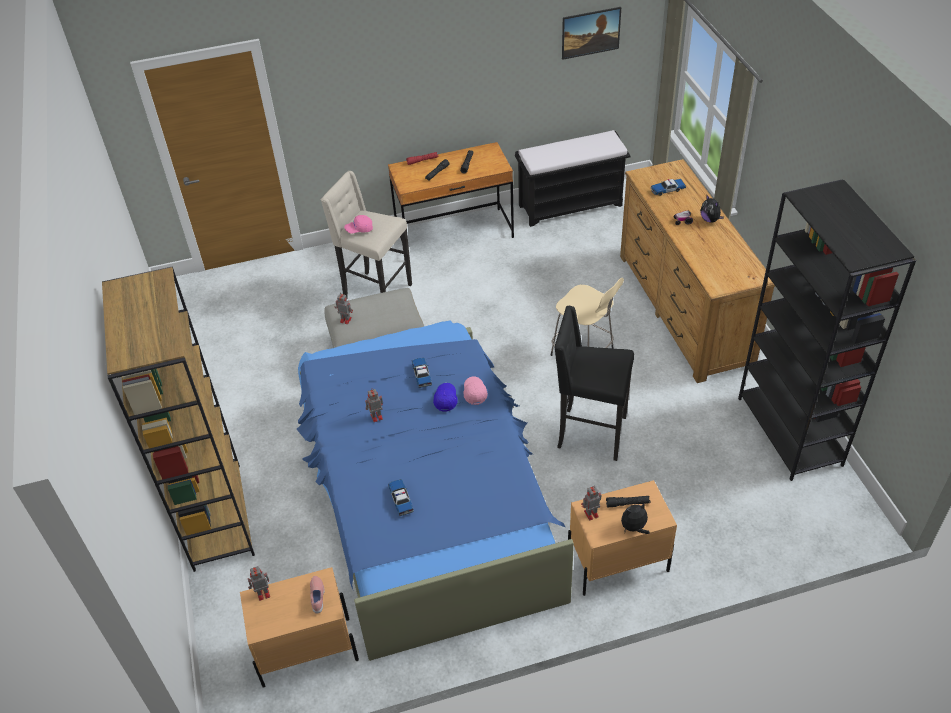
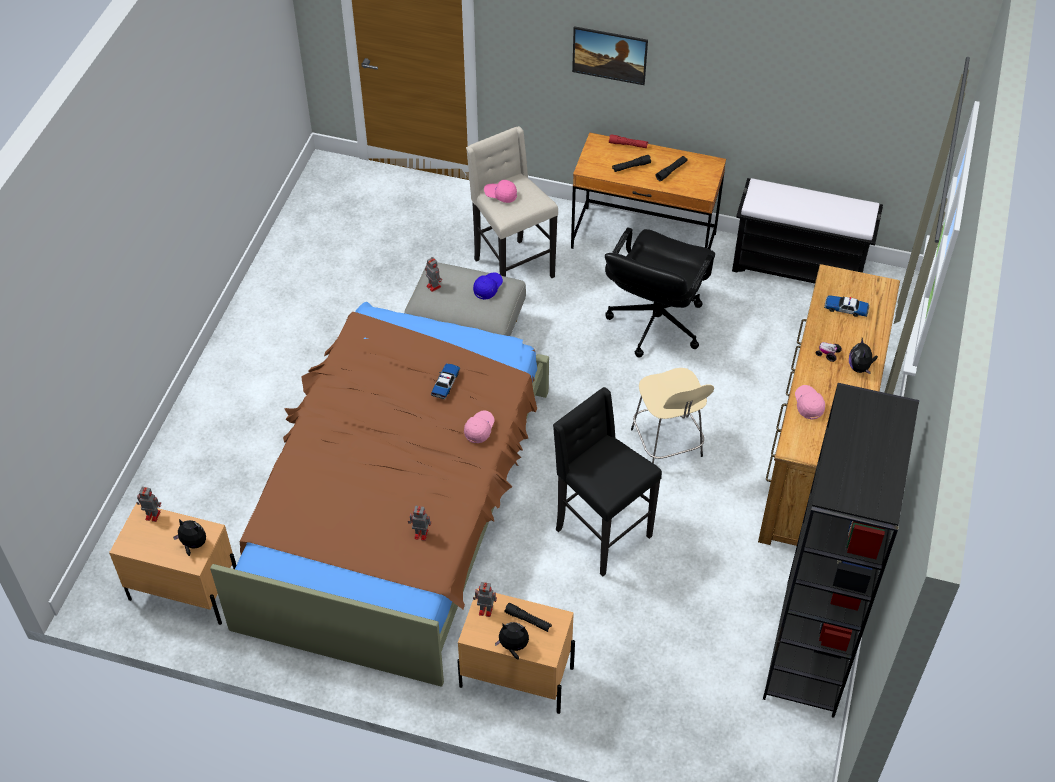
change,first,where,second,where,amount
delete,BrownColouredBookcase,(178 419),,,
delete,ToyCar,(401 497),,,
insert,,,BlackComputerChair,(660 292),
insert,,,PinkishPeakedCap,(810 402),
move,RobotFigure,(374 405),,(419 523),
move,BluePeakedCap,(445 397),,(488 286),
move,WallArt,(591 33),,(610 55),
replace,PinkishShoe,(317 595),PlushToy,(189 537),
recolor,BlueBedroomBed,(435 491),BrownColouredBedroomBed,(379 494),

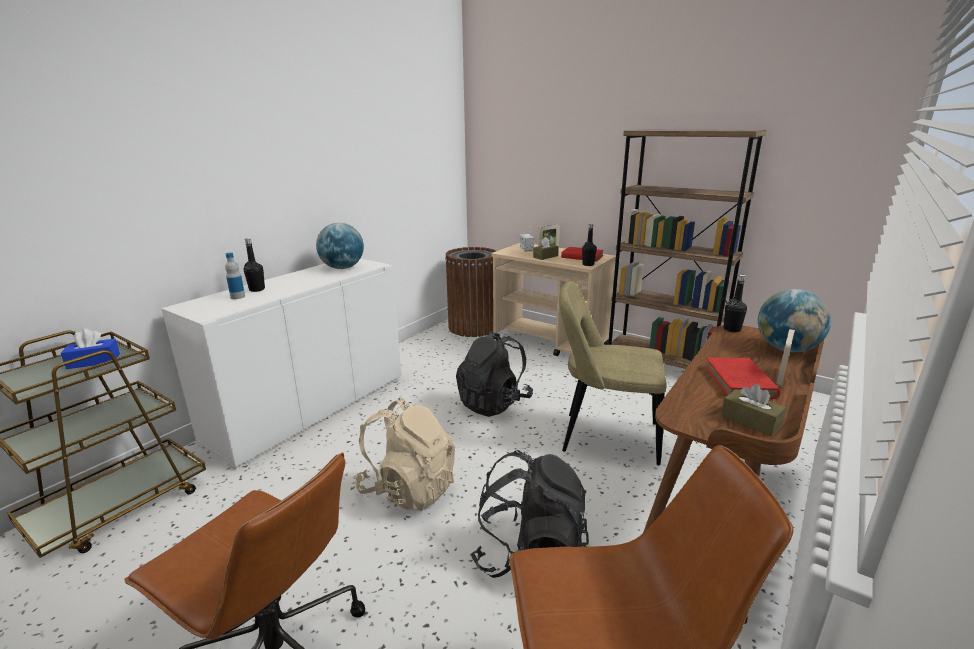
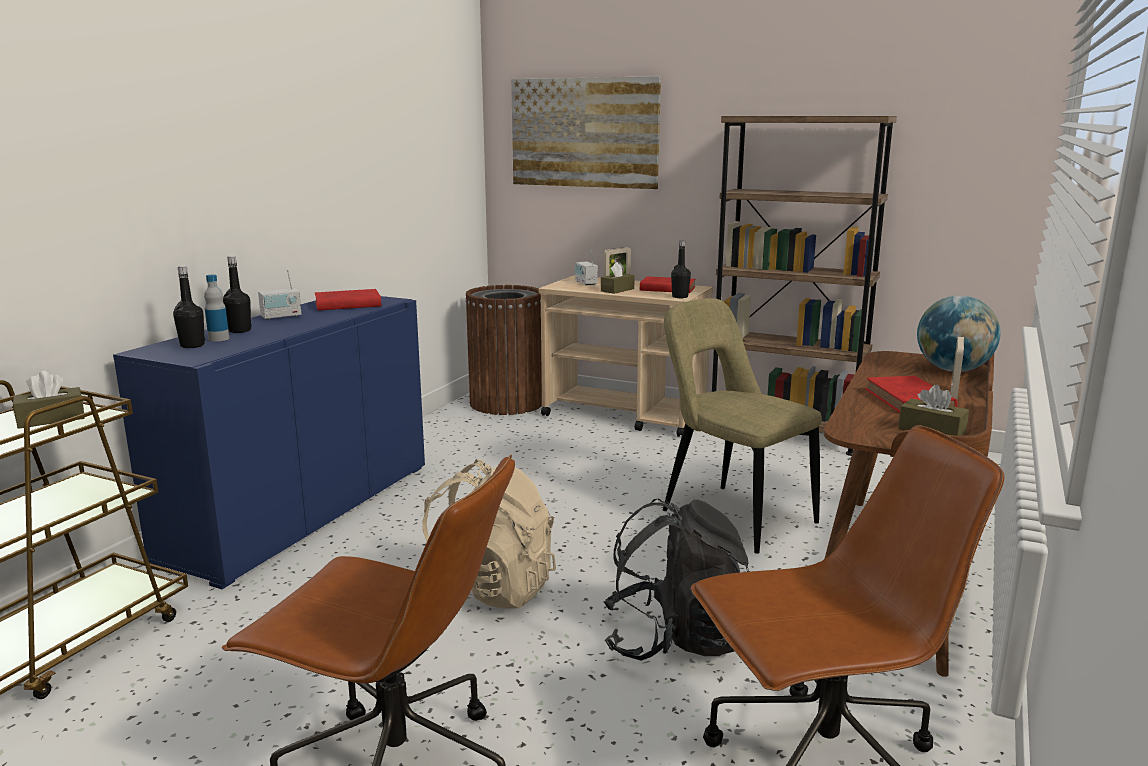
change,first,where,second,where,amount
delete,BlackKnapsack,(494 374),,,
insert,,,RadioReceiver,(279 295),
insert,,,WallArt,(586 132),
move,BlackDrinkBottle,(735 303),,(189 307),
replace,WorldGlobe,(340 246),RedVolume,(348 300),
recolor,BlueBoxOfTissues,(90 349),BrownColouredBoxOfTissues,(49 400),
recolor,WhitishStorageCabinet,(281 364),BlueStorageCabinet,(269 442),
rotate,BeigeColouredPlainChair,(613 373),,(742 426),45 degrees clockwise

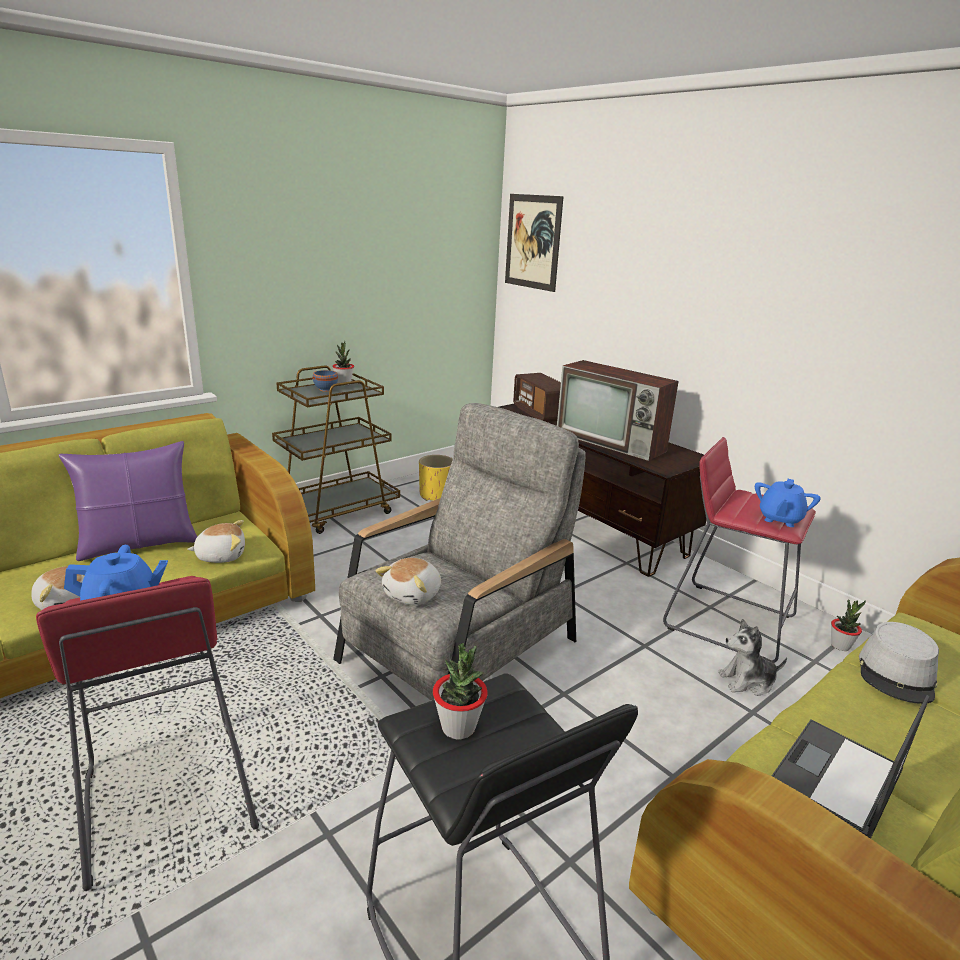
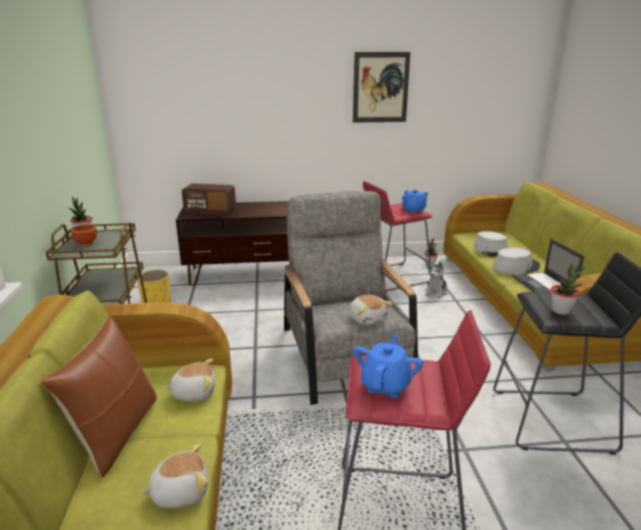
change,first,where,second,where,amount
delete,Television,(618 410),,,
insert,,,GreyishClothingHat,(516 260),
move,WallArt,(534 243),,(381 87),
recolor,PurpleCushion,(128 501),BrownColouredCushion,(98 396),
recolor,BlueServingBowl,(325 380),BrownColouredServingBowl,(84 235),
rotate,PlushToy,(216 541),,(189 380),60 degrees clockwise

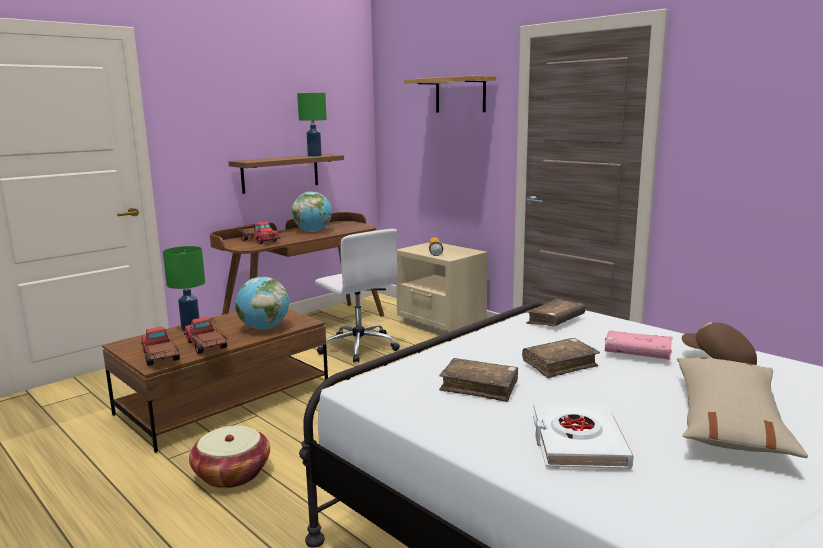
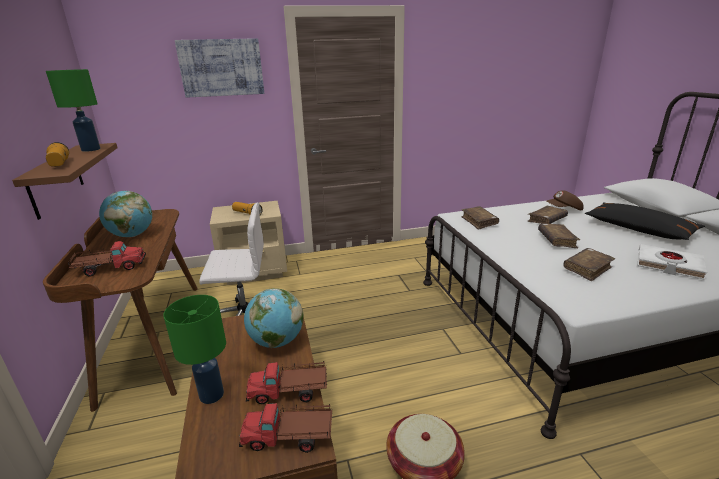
change,first,where,second,where,amount
insert,,,Torch,(57 154),
replace,BracketShelf,(450 94),WallArt,(219 68),
recolor,PinkishVolume,(639 345),BrownColouredVolume,(547 215),
recolor,BeigeColouredCushion,(742 407),BlackCushion,(645 221),

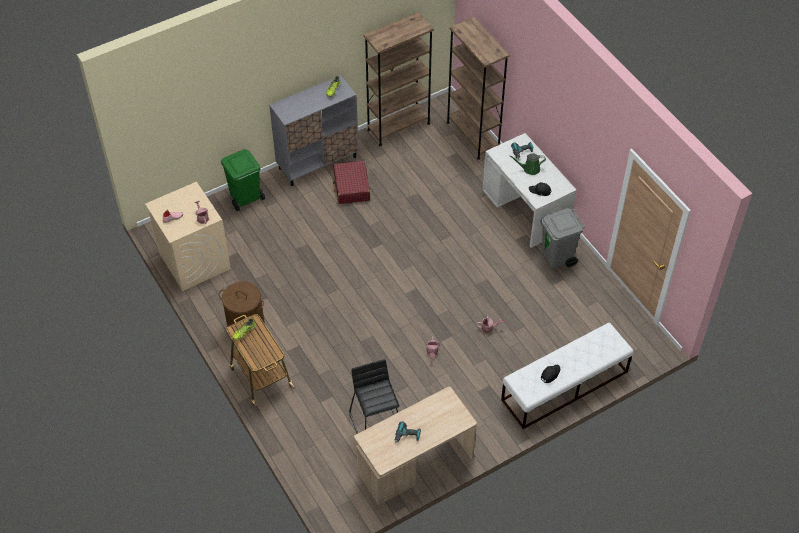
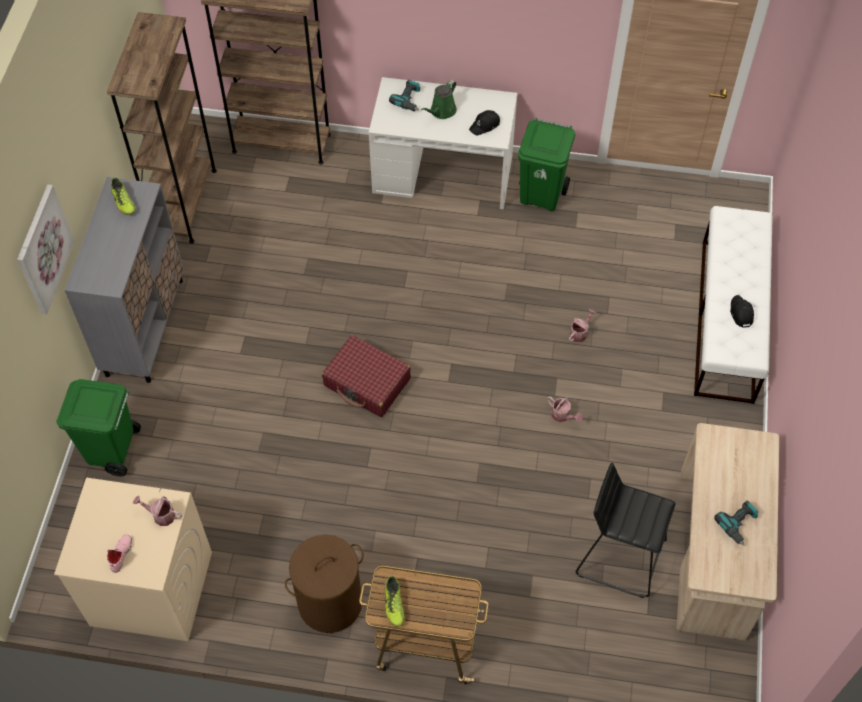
change,first,where,second,where,amount
insert,,,WallArt,(46 249),
move,RedPieceOfLuggage,(351 182),,(366 376),
recolor,GreyishRubbishBin,(562 238),GreenRubbishBin,(546 164),

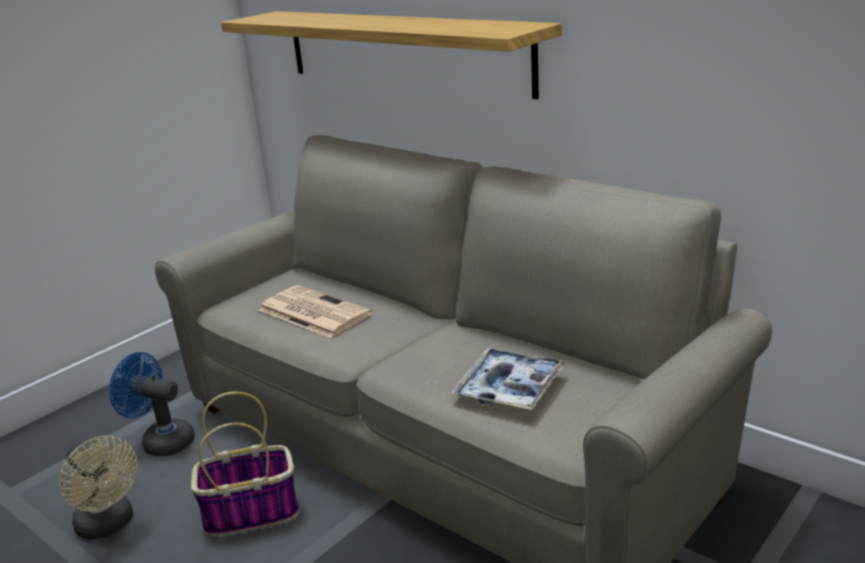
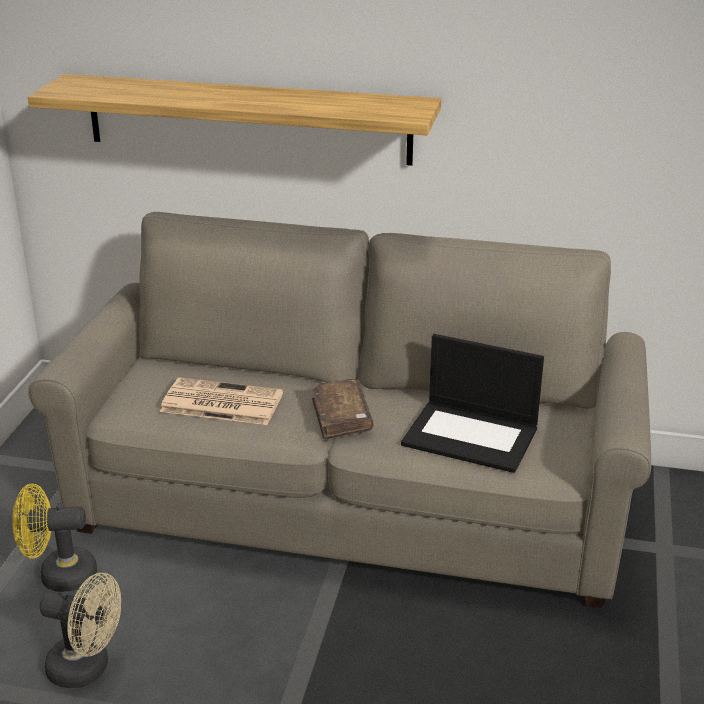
change,first,where,second,where,amount
delete,HouseholdBasket,(245 464),,,
insert,,,BrownColouredVolume,(342 410),
replace,ServingTray,(509 379),NotebookComputer,(472 403),
recolor,BlueFan,(152 404),YellowFan,(54 537),

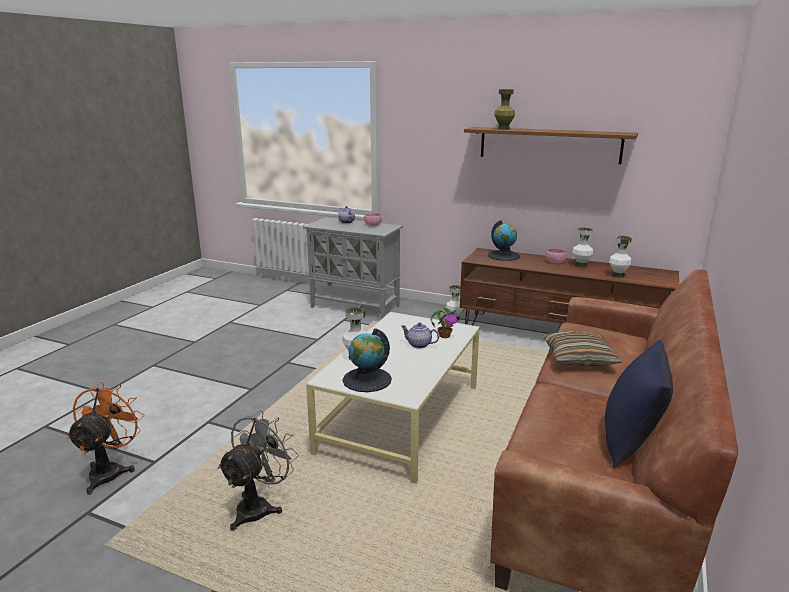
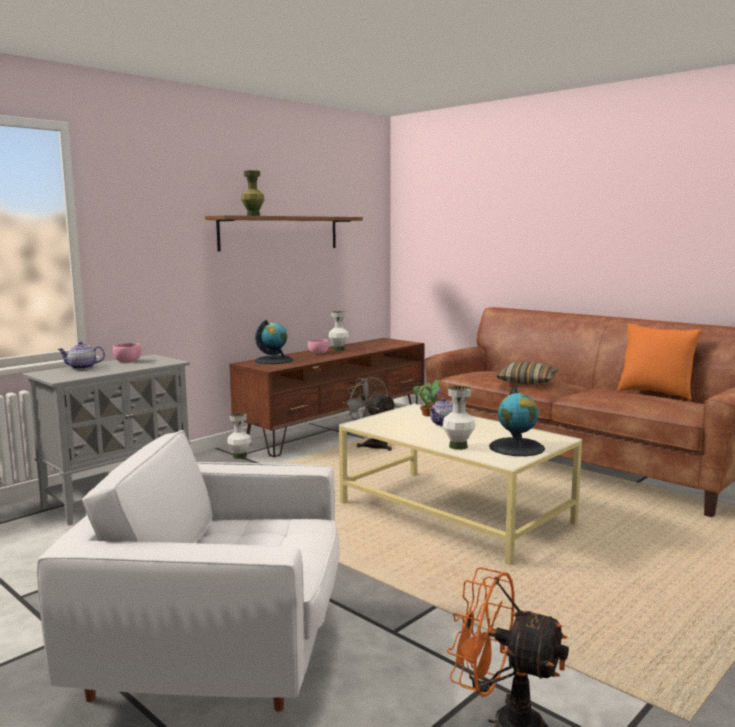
change,first,where,second,where,amount
delete,WhitishDecorativeVase,(620 257),,,
insert,,,WhitishLoungeChair,(188 571),
move,GreyishFan,(258 470),,(369 413),
recolor,BlueCushion,(639 404),OrangeColouredCushion,(659 361),

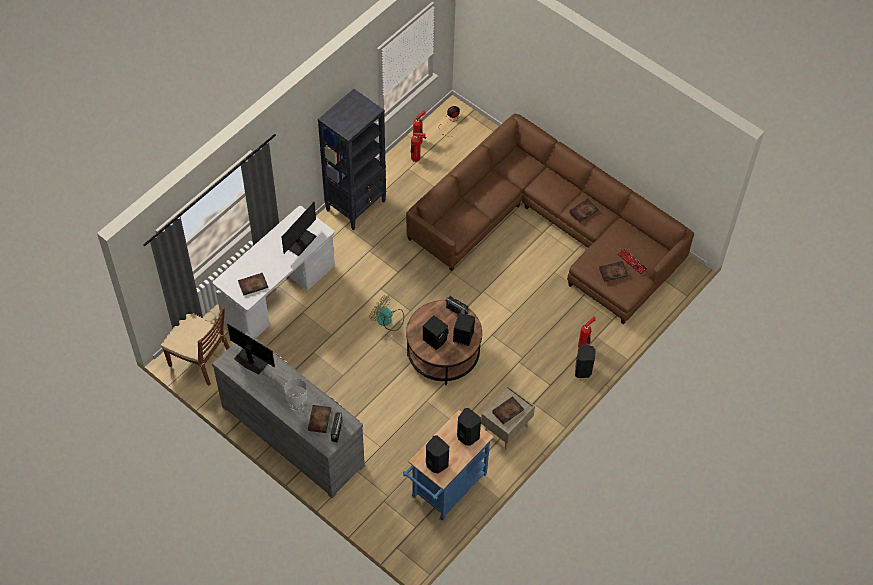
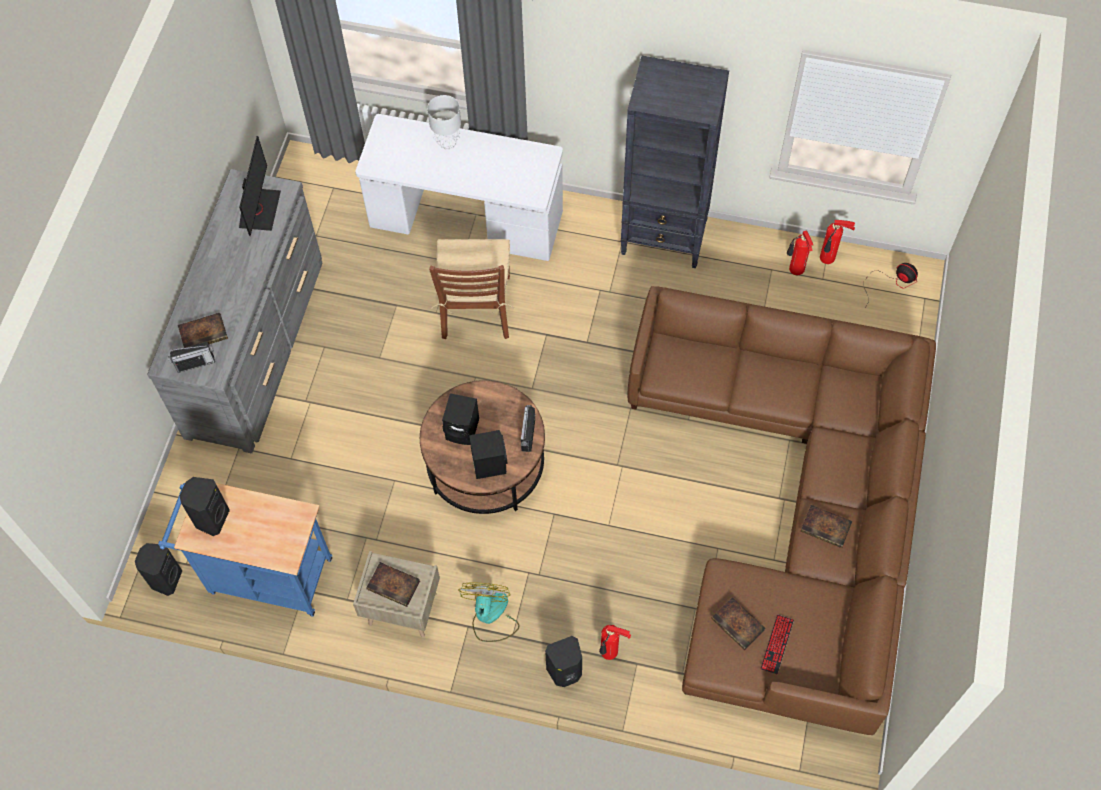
change,first,where,second,where,amount
delete,Volume,(253 284),,,
delete,ComputerScreen,(299 229),,,
move,BrownColouredPlainChair,(195 346),,(471 289),
move,GreyishTabletopLamp,(296 394),,(444 122),
move,Fan,(386 313),,(489 612),
move,BlackAudioSpeaker,(469 427),,(158 569),

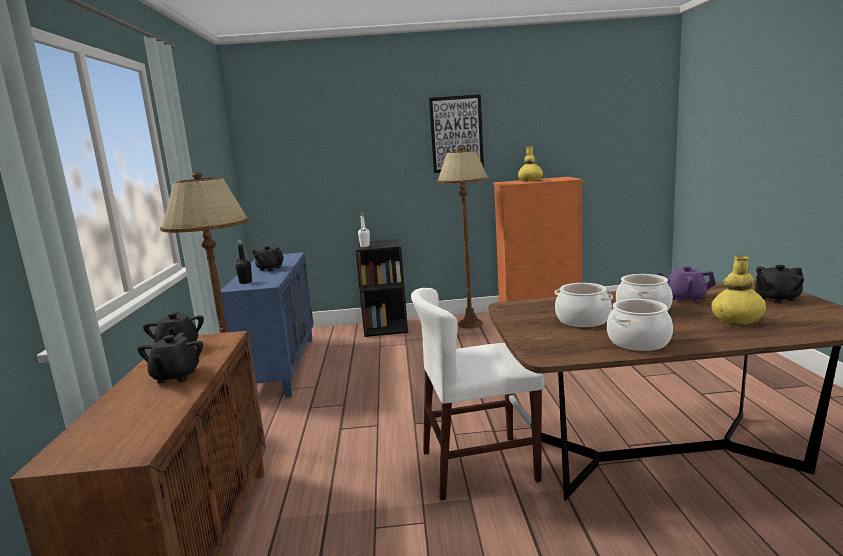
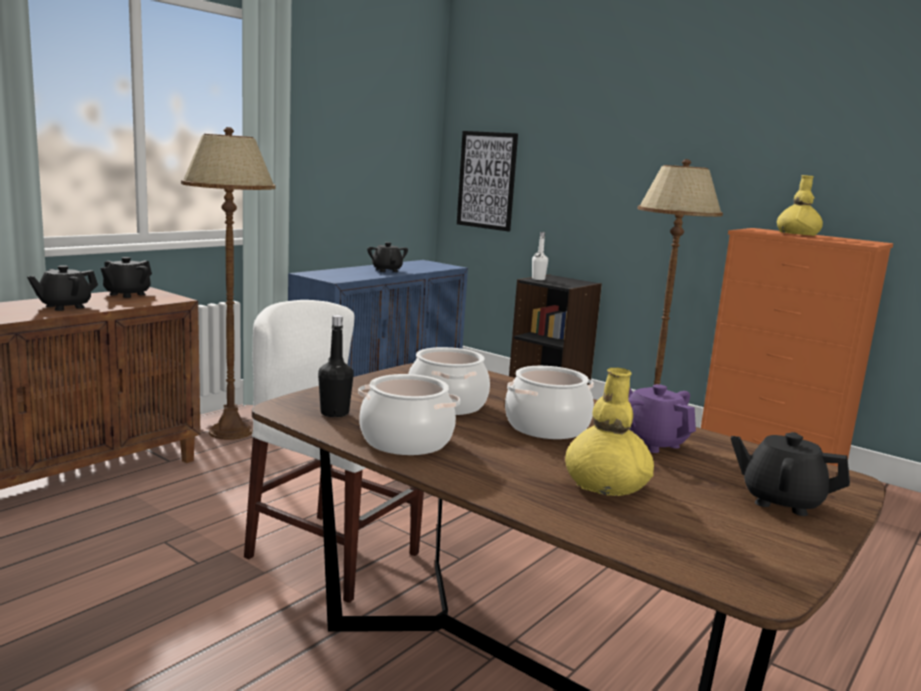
change,first,where,second,where,amount
move,BlackDrinkBottle,(243 262),,(336 366),
move,WallArt,(456 133),,(487 181),

